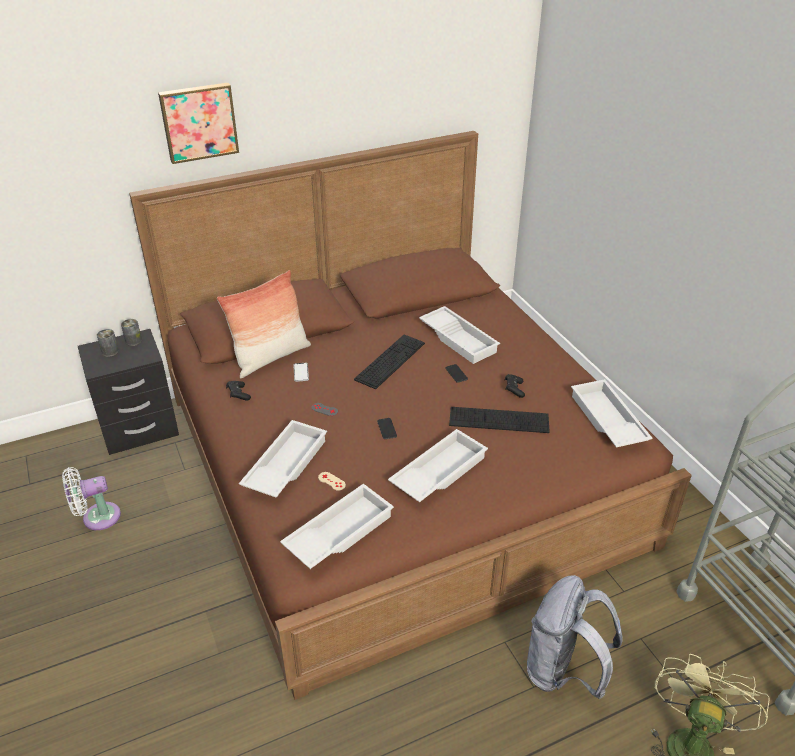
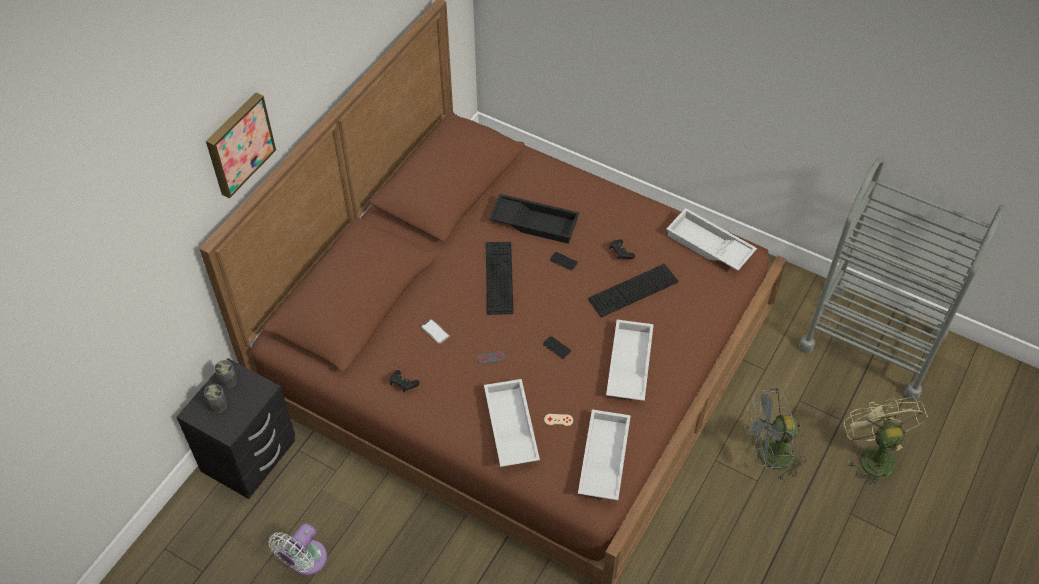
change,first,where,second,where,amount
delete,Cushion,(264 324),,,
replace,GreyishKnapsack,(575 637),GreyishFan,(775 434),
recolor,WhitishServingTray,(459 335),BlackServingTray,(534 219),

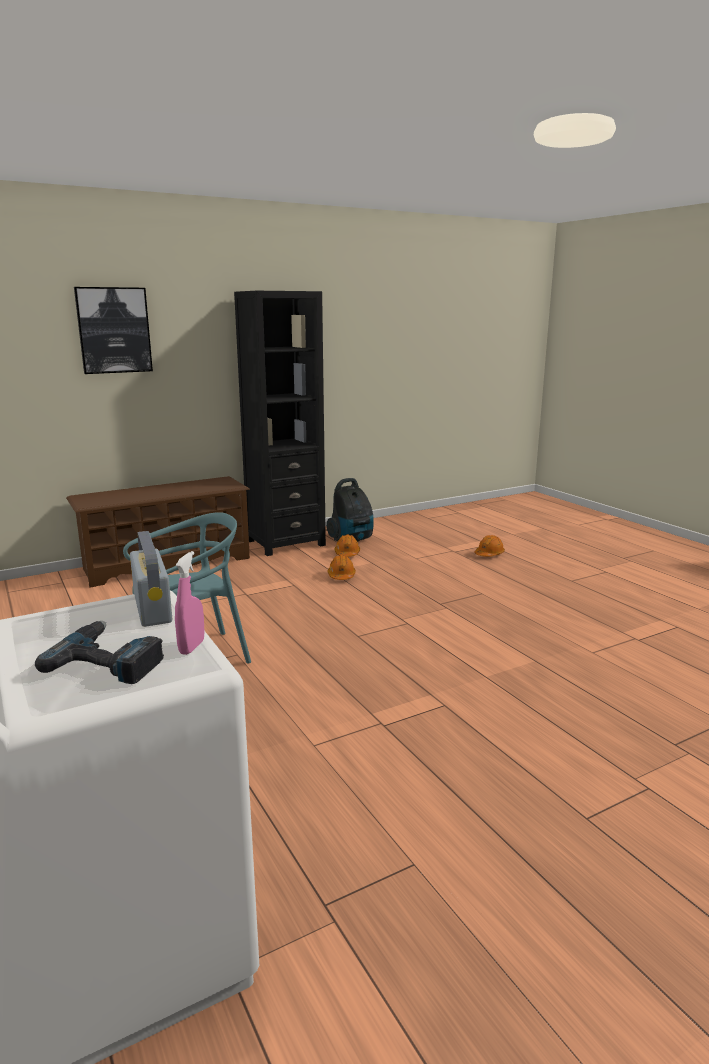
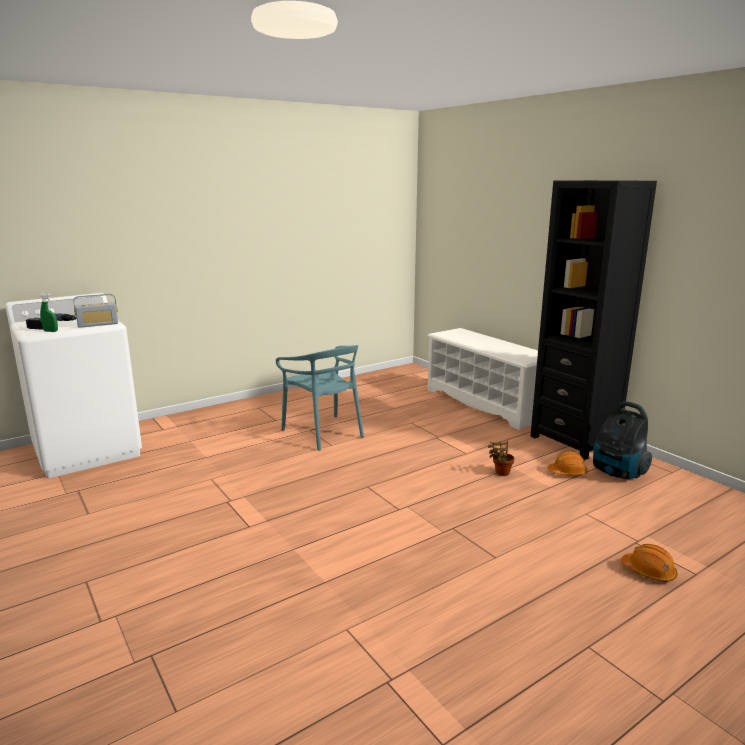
change,first,where,second,where,amount
delete,WallArt,(113 330),,,
replace,OrangeColouredWorkHelmet,(342 567),Houseplant,(501 458),
recolor,BrownColouredShoeShelf,(158 532),WhitishShoeShelf,(483 379),
recolor,PinkishSprayBottle,(189 603),GreenSprayBottle,(49 313),

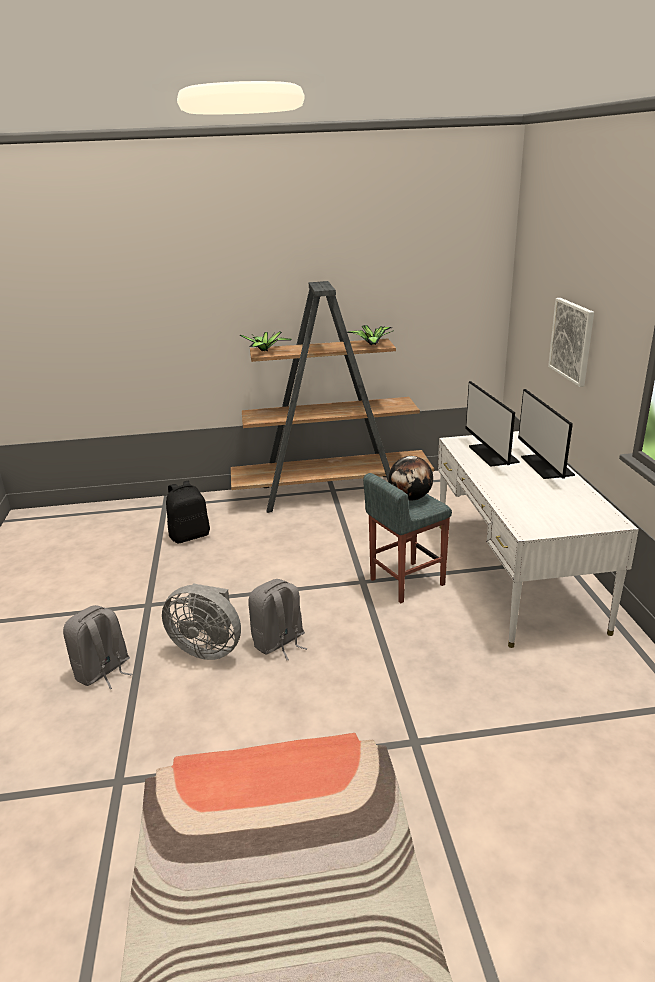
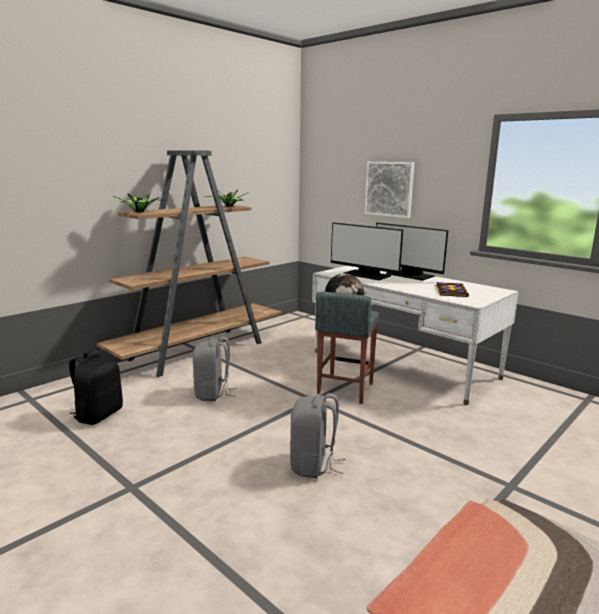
change,first,where,second,where,amount
delete,GreyishFan,(201 622),,,
insert,,,Volume,(451 289),
move,GreyishKnapsack,(97 647),,(215 369),

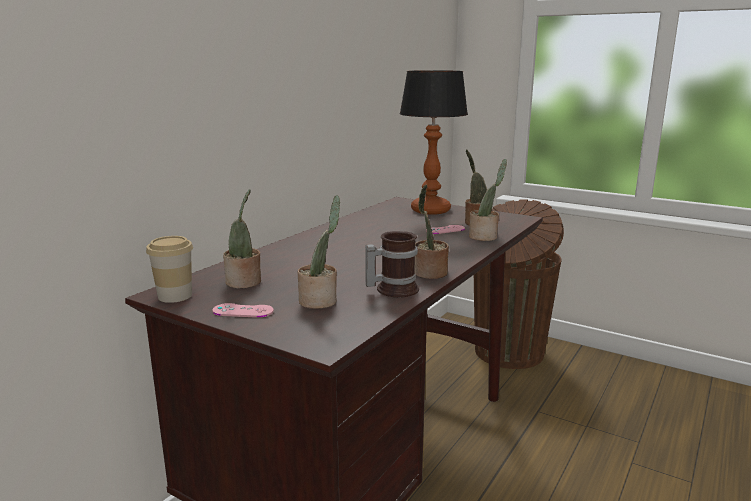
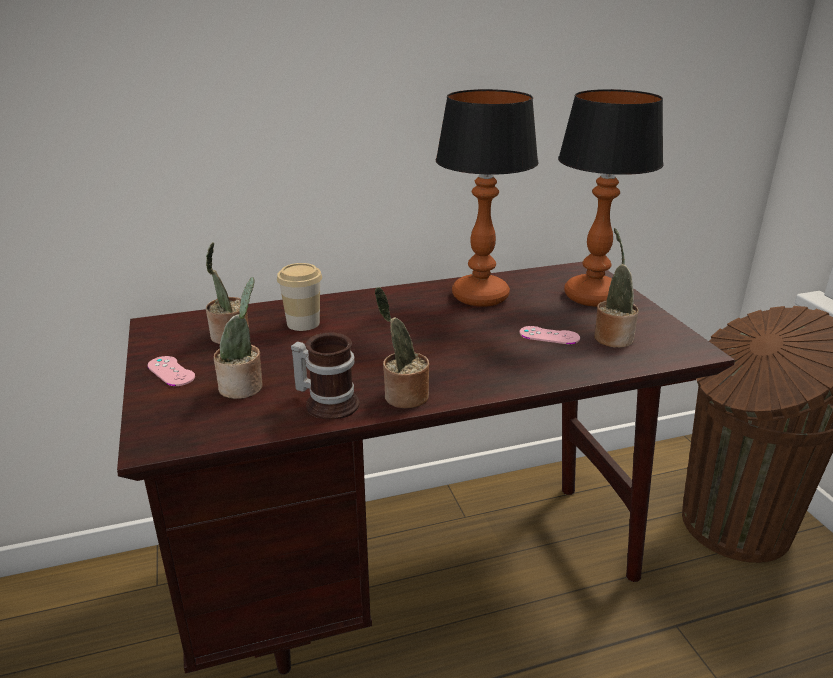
change,first,where,second,where,amount
delete,Houseplant,(488 200),,,
insert,,,TabletopLamp,(487 198),
move,DrinkingCup,(169 269),,(299 297),

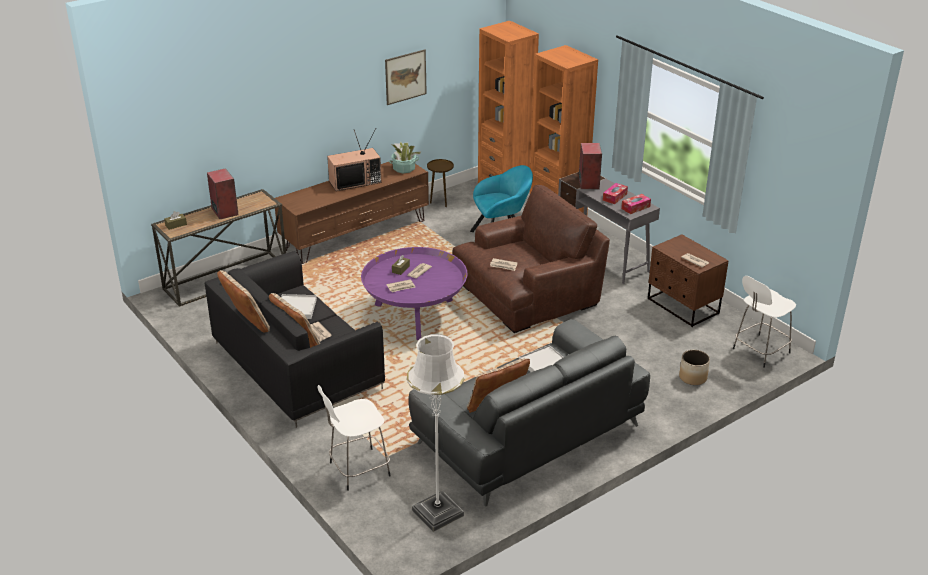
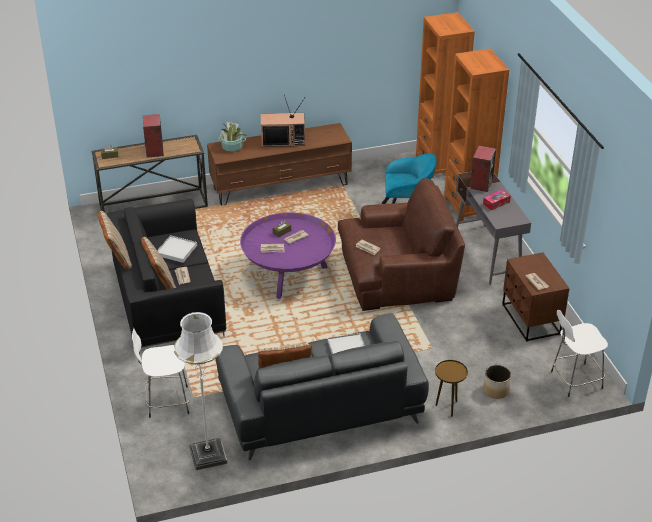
change,first,where,second,where,amount
delete,WallArt,(406 77),,,
delete,BoxOfTissues,(636 204),,,
move,Houseplant,(405 157),,(232 137),
move,BrownColouredEndTable,(440 183),,(451 388),

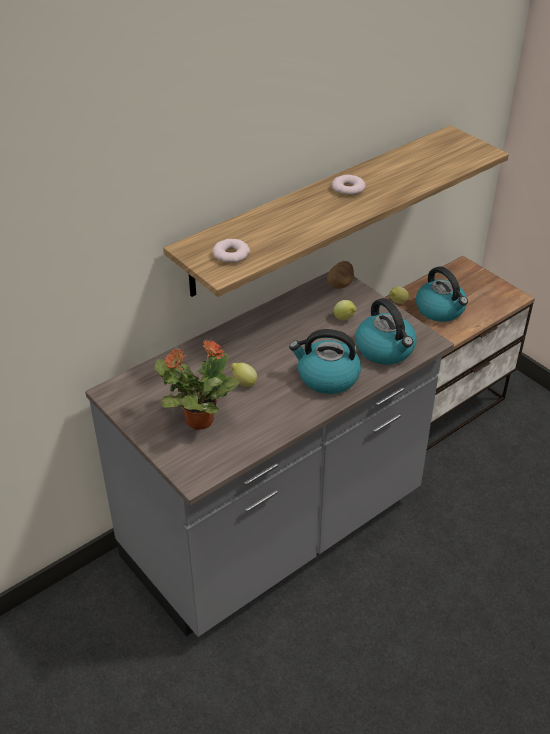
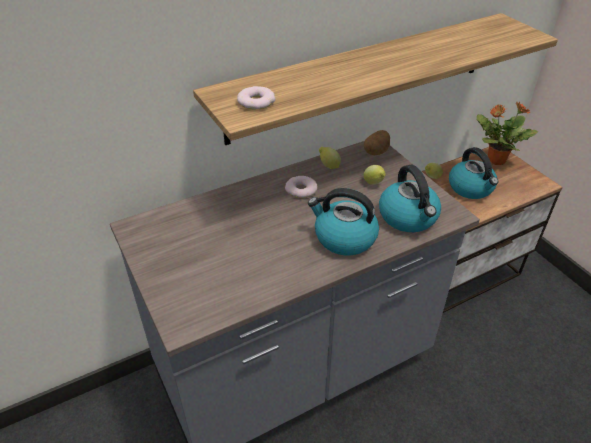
change,first,where,second,where,amount
move,Houseplant,(197 384),,(507 133),
move,WholeLemon,(244 375),,(330 158),
move,Doughnut,(349 185),,(301 187),

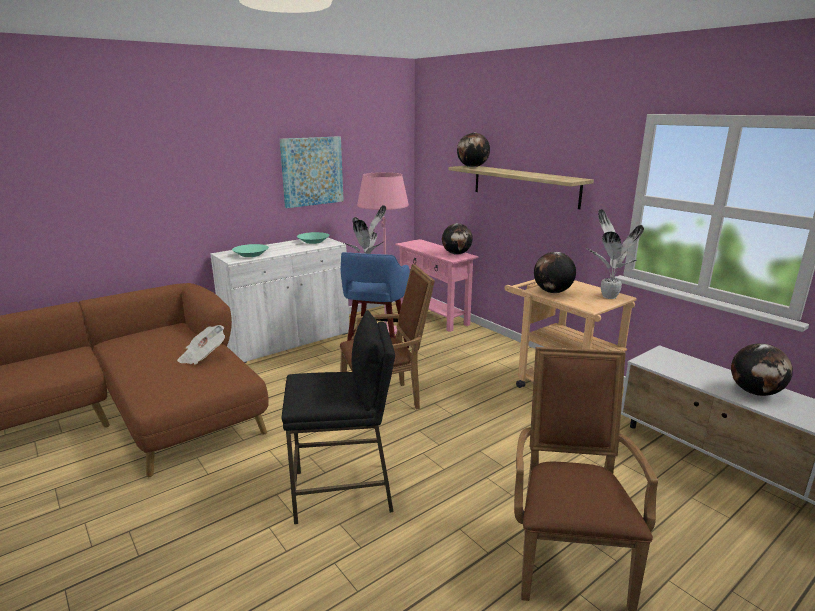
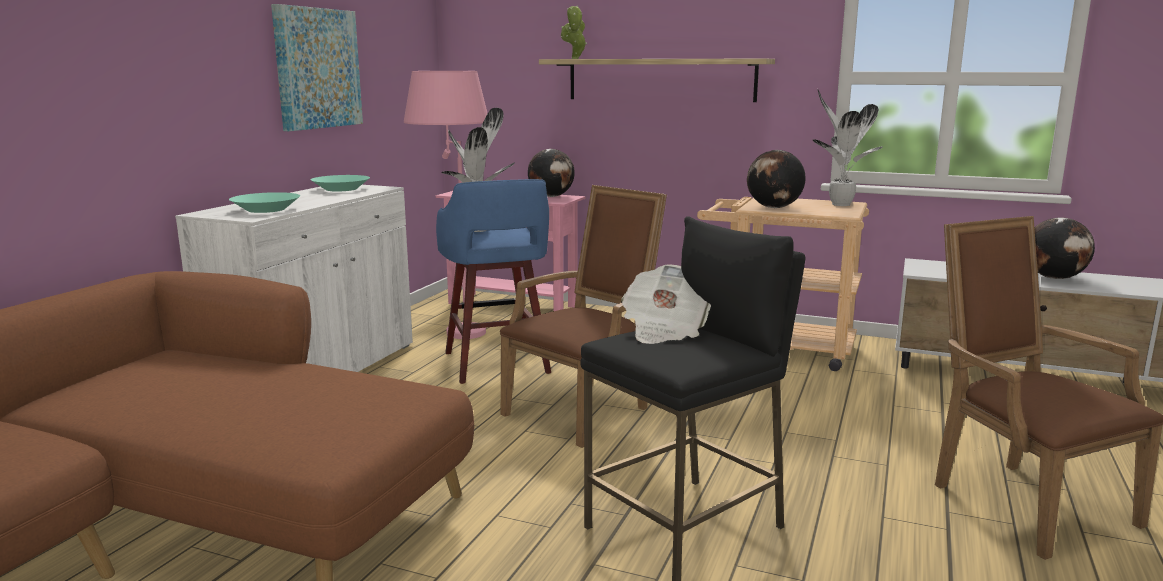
change,first,where,second,where,amount
move,PrintedPaper,(201 345),,(666 304),
replace,WorldGlobe,(473 150),Houseplant,(574 32),

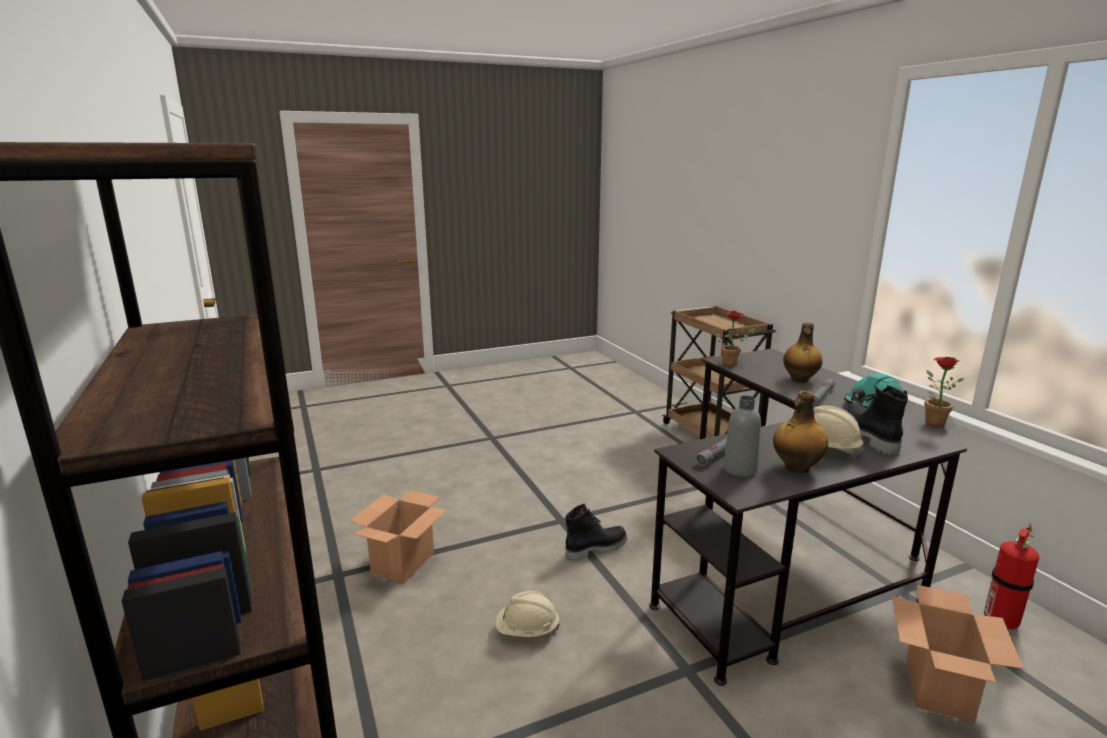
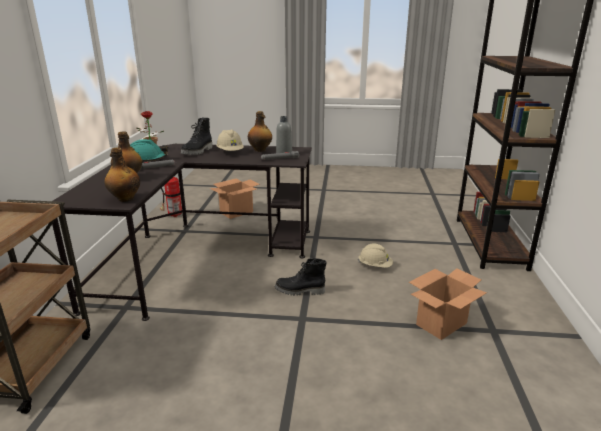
change,first,where,second,where,amount
replace,Houseplant,(735 338),DrinkBottle,(122 174),

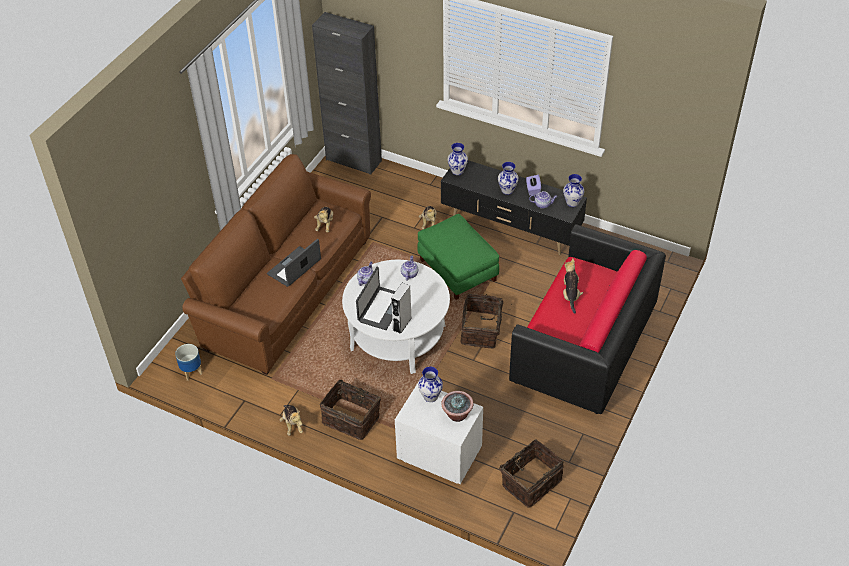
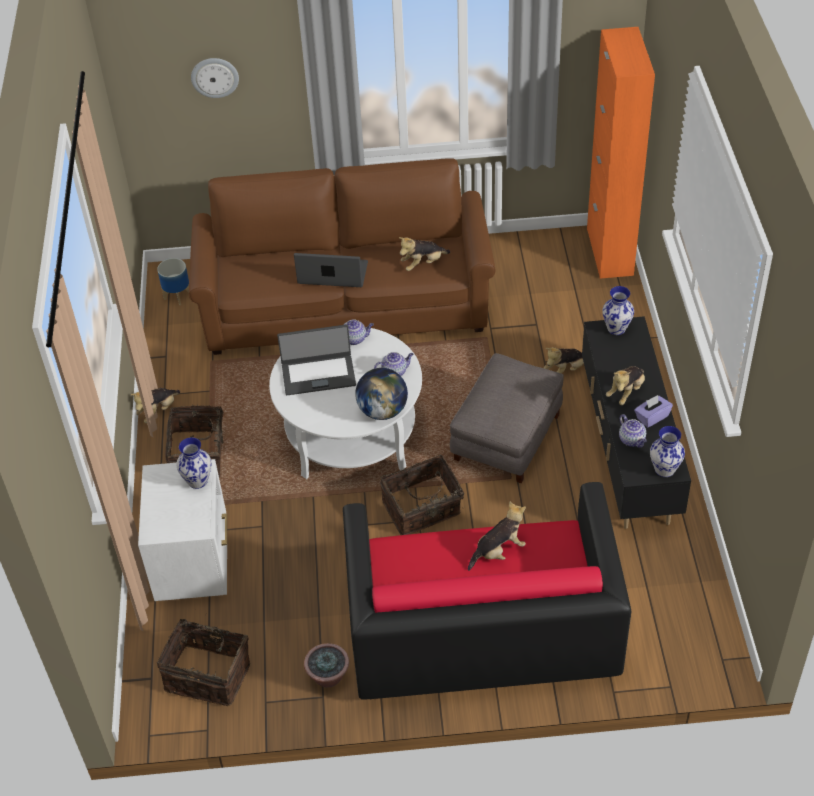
change,first,where,second,where,amount
delete,GreyishAudioSpeaker,(401 308),,,
insert,,,HangingClock,(215 78),
insert,,,WorldGlobe,(381 394),
move,Houseplant,(457 406),,(326 665),
replace,DecorativeVase,(508 178),PlushToy,(625 385),
recolor,BlackStorageCabinet,(347 93),OrangeColouredStorageCabinet,(621 153),
recolor,GreenOttoman,(458 257),GreyishOttoman,(507 418),

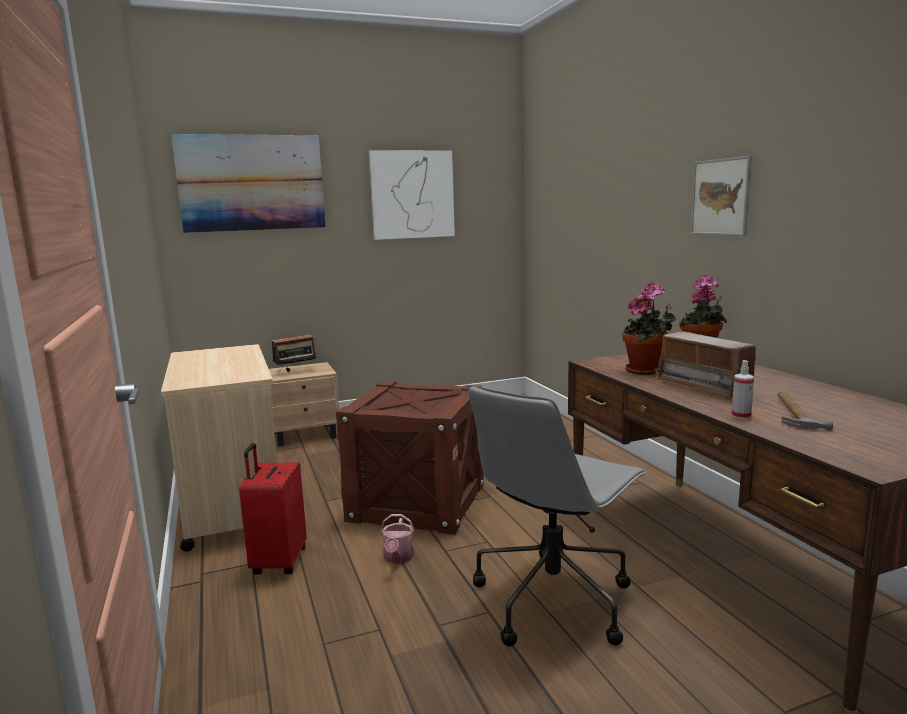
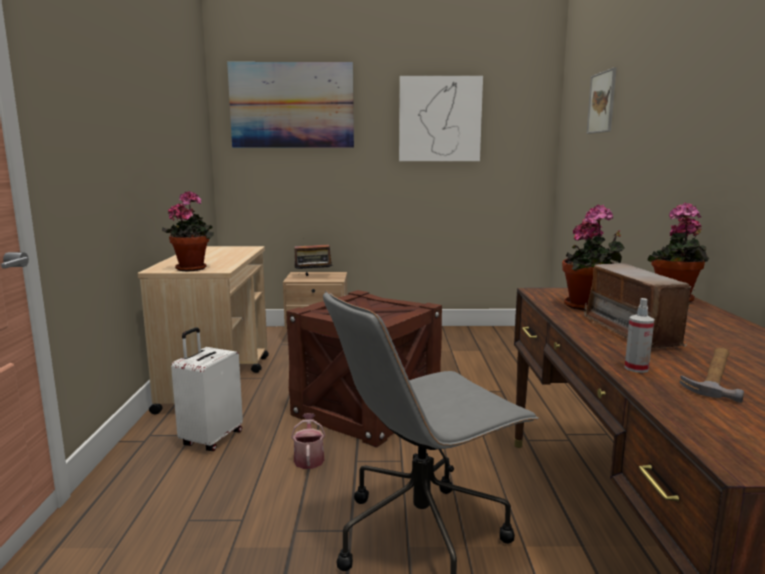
change,first,where,second,where,amount
insert,,,Houseplant,(188 231),
move,WallArt,(721 196),,(602 100),
recolor,RedPieceOfLuggage,(273 508),WhitishPieceOfLuggage,(207 389),
rotate,SprinklingCan,(397 539),,(308 441),150 degrees clockwise

